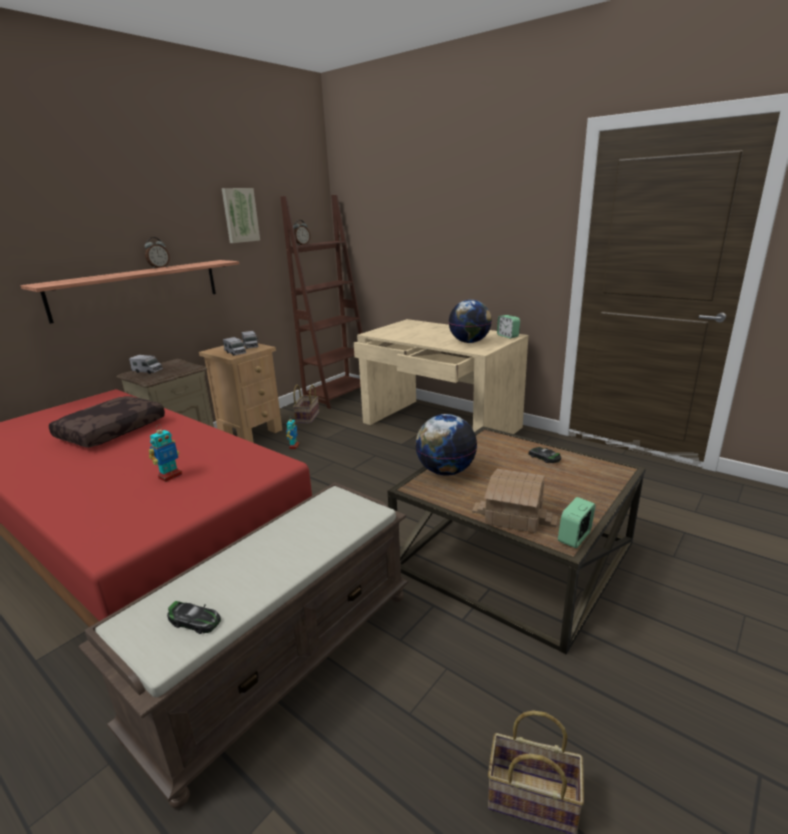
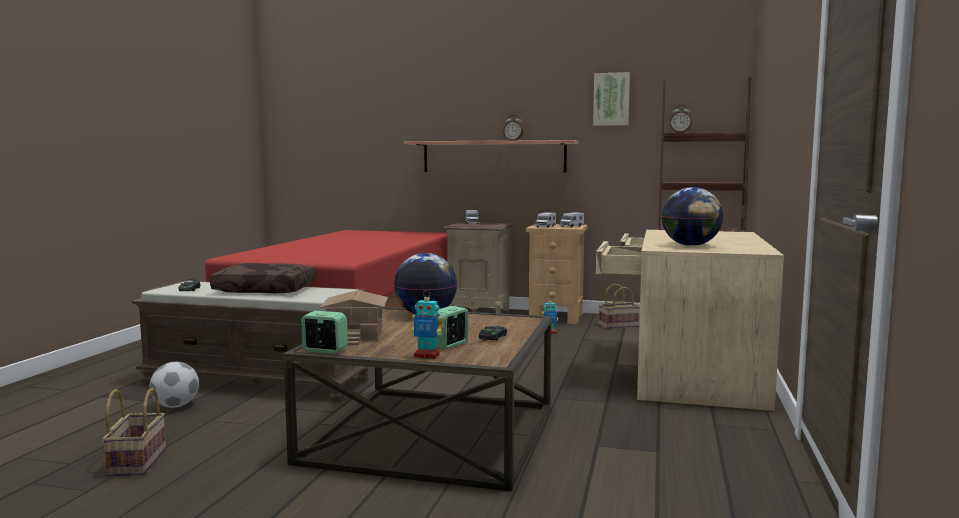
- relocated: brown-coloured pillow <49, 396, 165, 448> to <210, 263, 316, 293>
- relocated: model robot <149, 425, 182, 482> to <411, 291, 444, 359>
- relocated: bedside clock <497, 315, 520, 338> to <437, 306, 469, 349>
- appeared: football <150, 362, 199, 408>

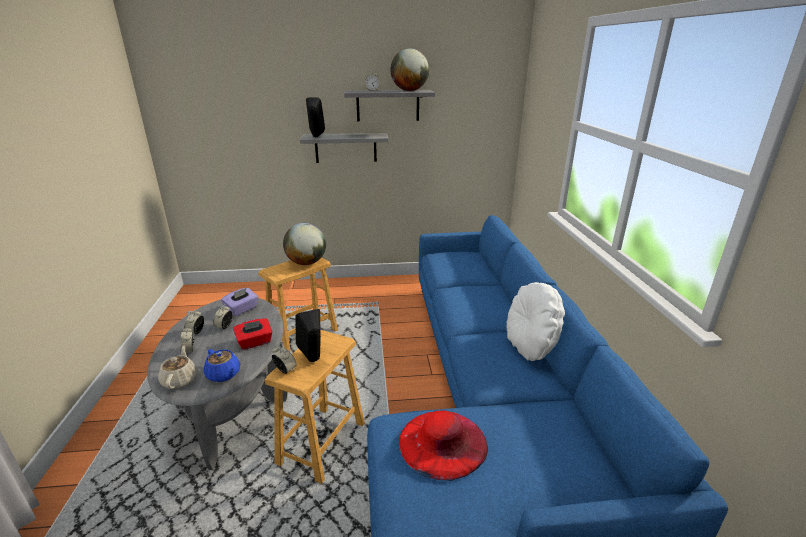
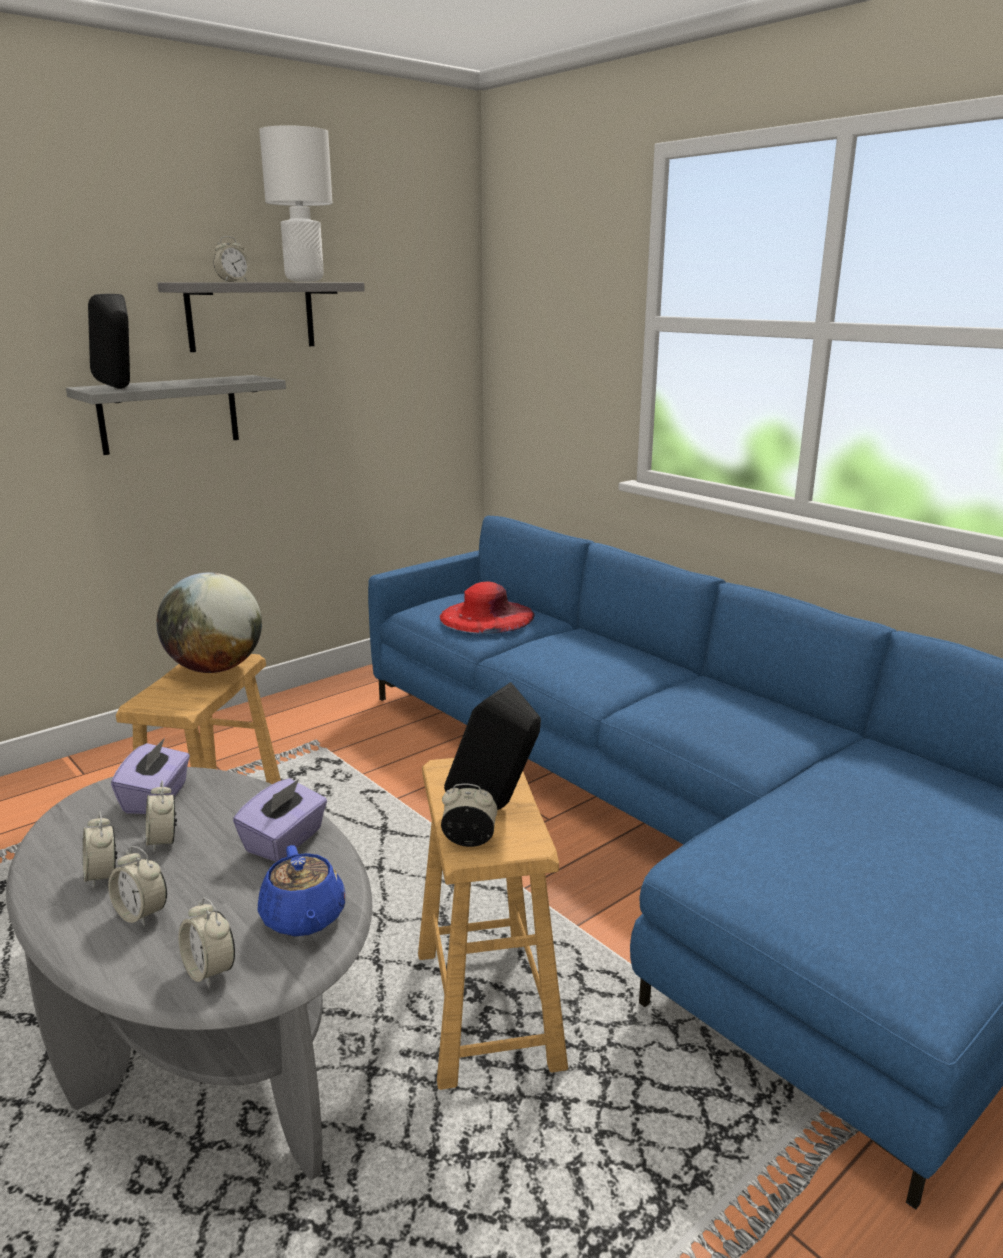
- exchanged: beige-coloured teapot <158, 345, 197, 389> to bedside clock <179, 897, 235, 988>
- spun: bluish teapot <203, 349, 240, 382> = <258, 845, 345, 936> 60 degrees clockwise
- colour: red tissue holder <233, 319, 272, 350> to purple-coloured tissue holder <233, 778, 327, 862>
- exchanged: globe <390, 48, 429, 91> to white-coloured table lamp <259, 125, 333, 282>
- relocated: red clothing hat <399, 411, 488, 481> to <440, 581, 535, 634>
- missing: white-coloured pillow <507, 282, 565, 361>

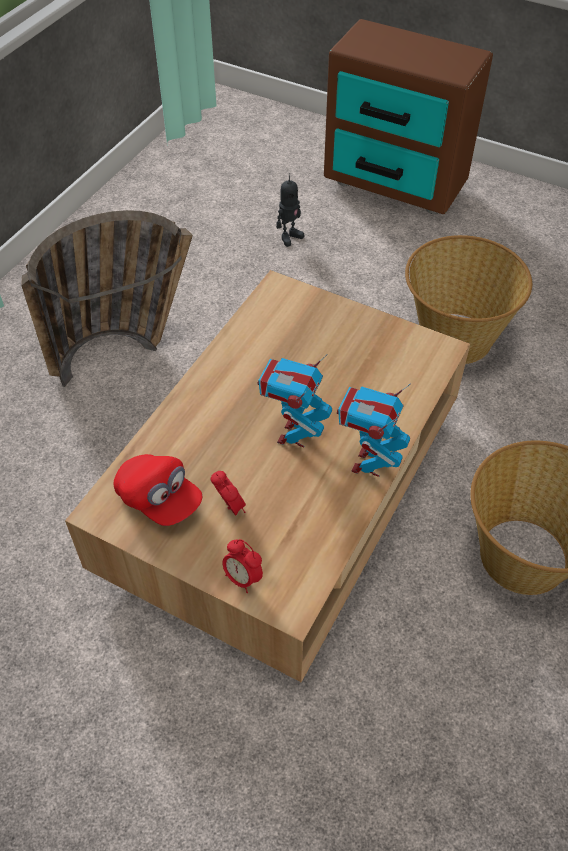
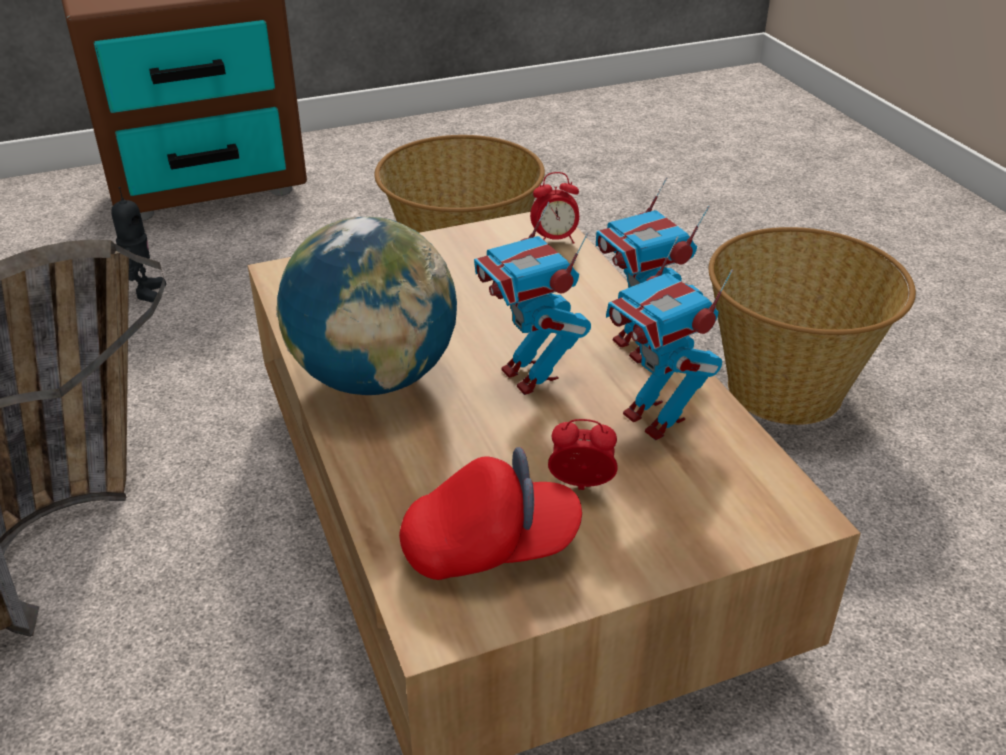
- relocated: bedside clock <222, 539, 263, 593> to <530, 172, 579, 244>
- appeared: globe <276, 216, 457, 395>
- appeared: model robot <606, 236, 733, 440>

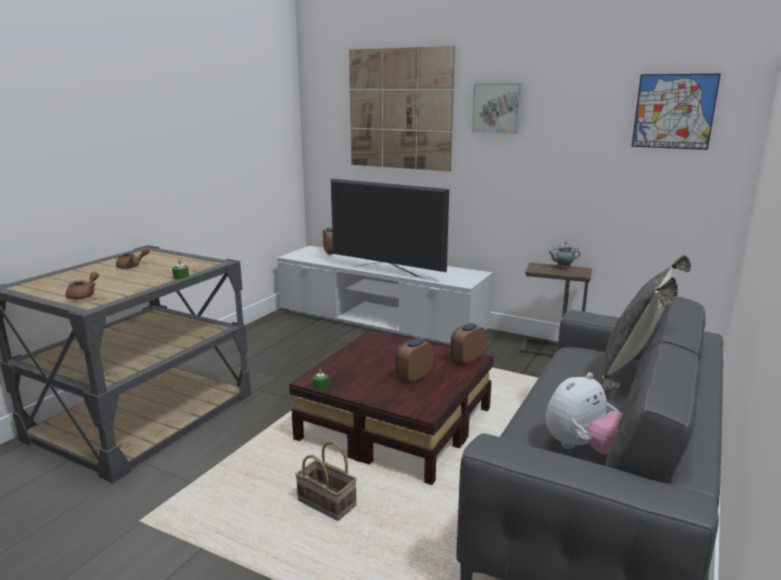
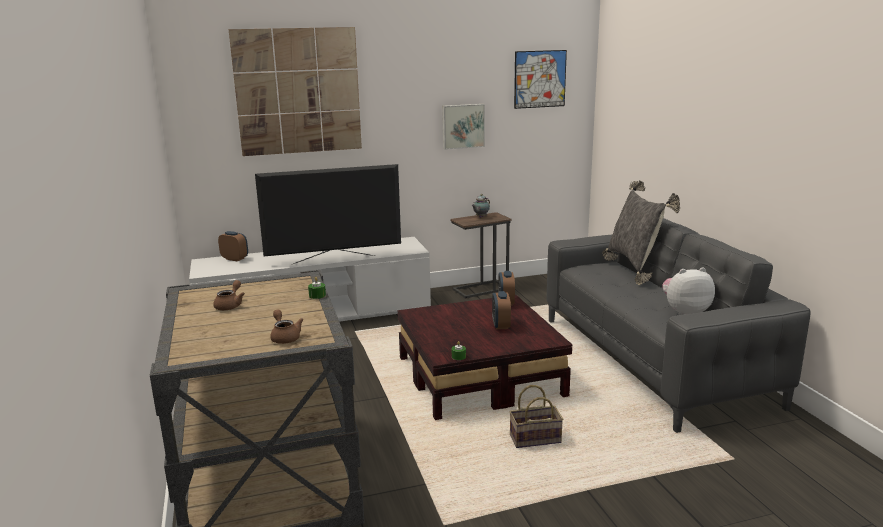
- relocated: picture <472, 84, 522, 134> to <442, 104, 485, 150>
- spun: cuddly toy <546, 372, 623, 454> = <662, 267, 715, 315> 105 degrees counterclockwise

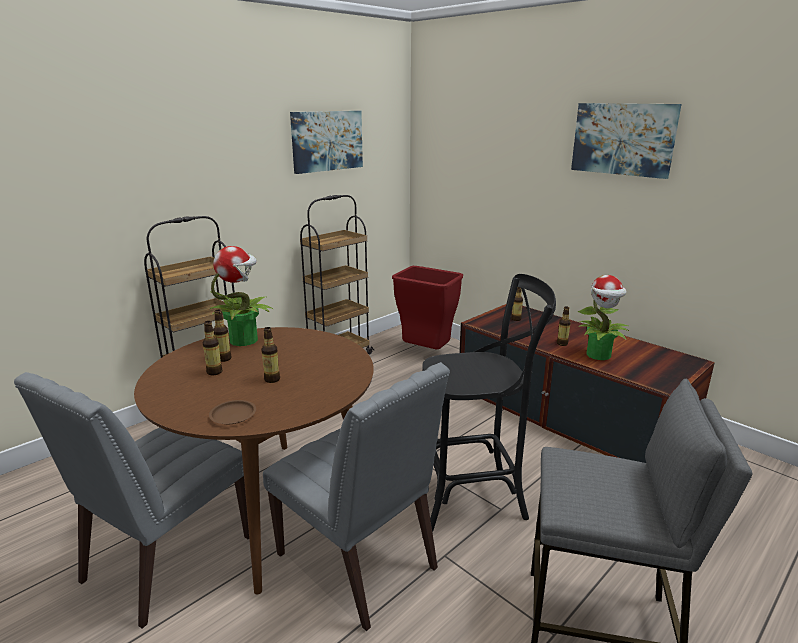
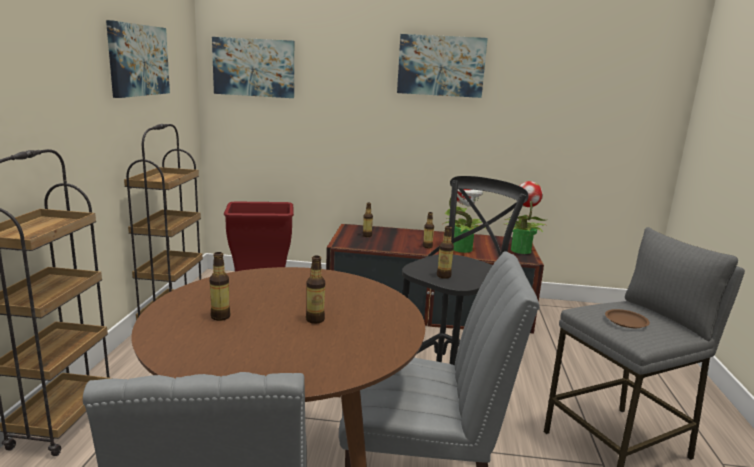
- relocated: bottle <203, 321, 223, 375> to <437, 226, 454, 279>
- relocated: brown-coloured dinner plate <209, 400, 256, 424> to <605, 309, 650, 328>
- relocated: houseplant <210, 246, 273, 346> to <505, 181, 545, 254>
- appeared: picture <212, 37, 294, 98>

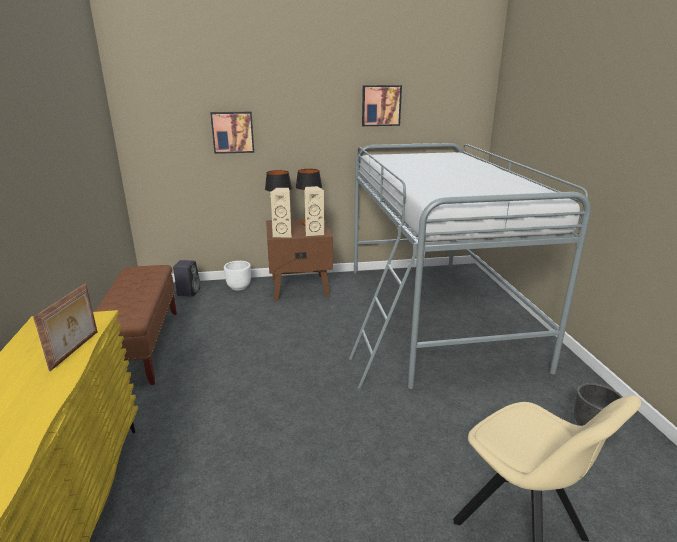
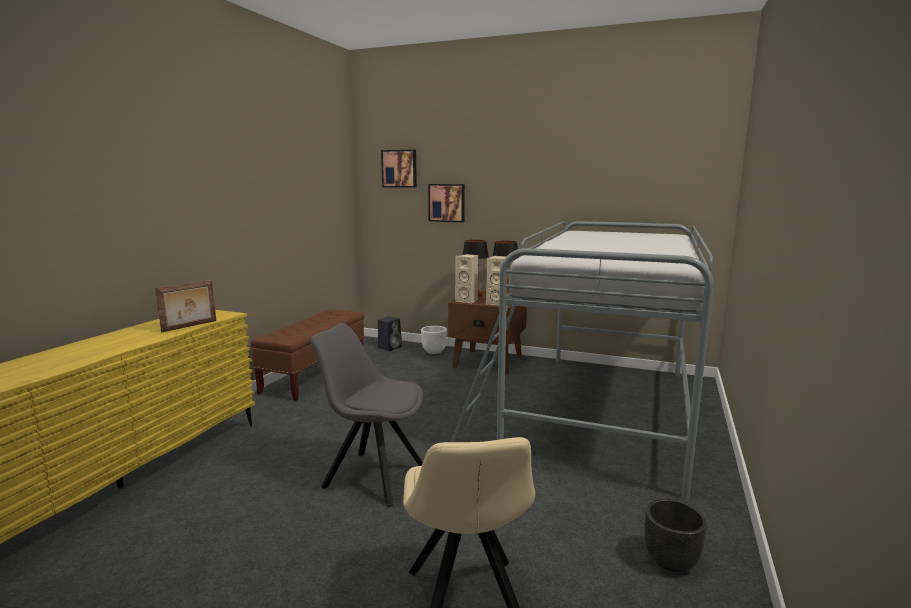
- relocated: picture <362, 85, 402, 126> to <381, 150, 417, 188>
- appeared: greyish upright chair <311, 323, 423, 507>

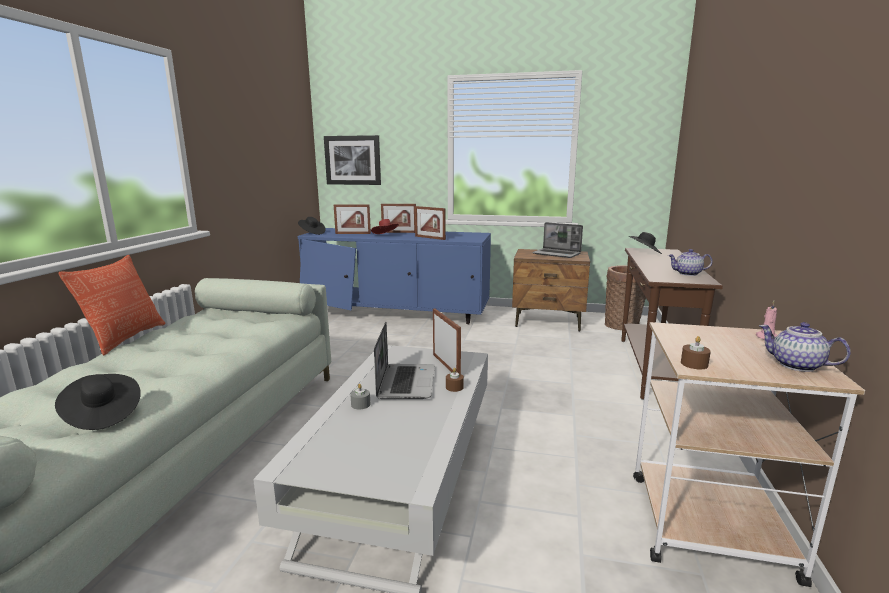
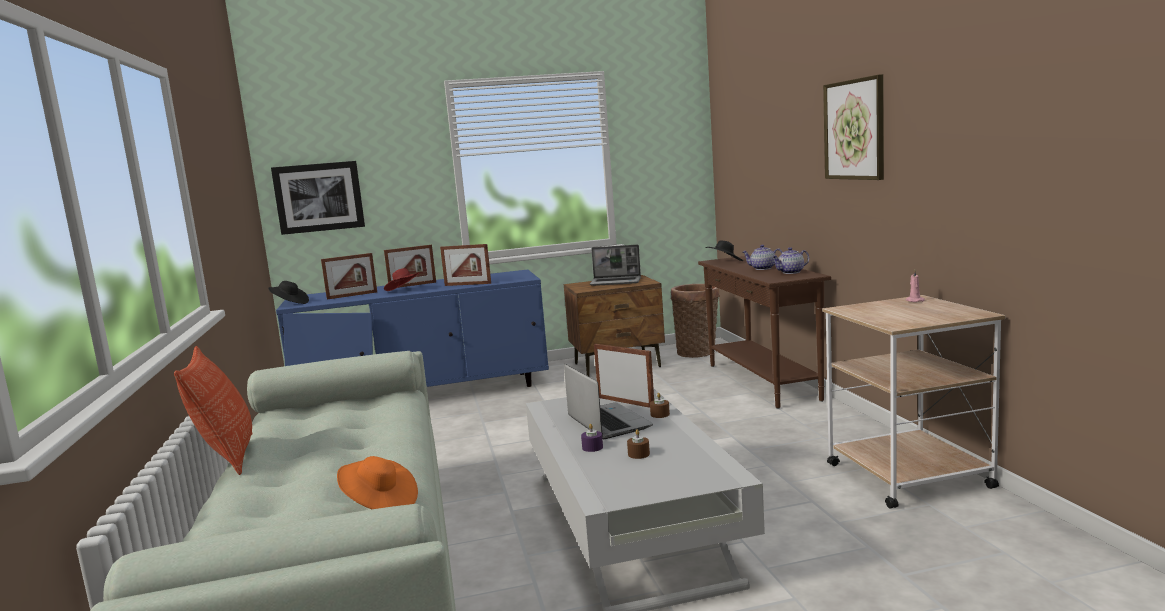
- colour: blackish clothing hat <55, 374, 141, 430> to orange clothing hat <337, 456, 418, 509>
- colour: greyish wax candle <350, 384, 370, 410> to purple-coloured wax candle <581, 424, 603, 452>
- relocated: brown-coloured wax candle <681, 336, 711, 369> to <627, 430, 650, 459>
- relocated: teapot <759, 322, 851, 372> to <743, 245, 782, 270>
- appeared: picture <823, 74, 884, 180>

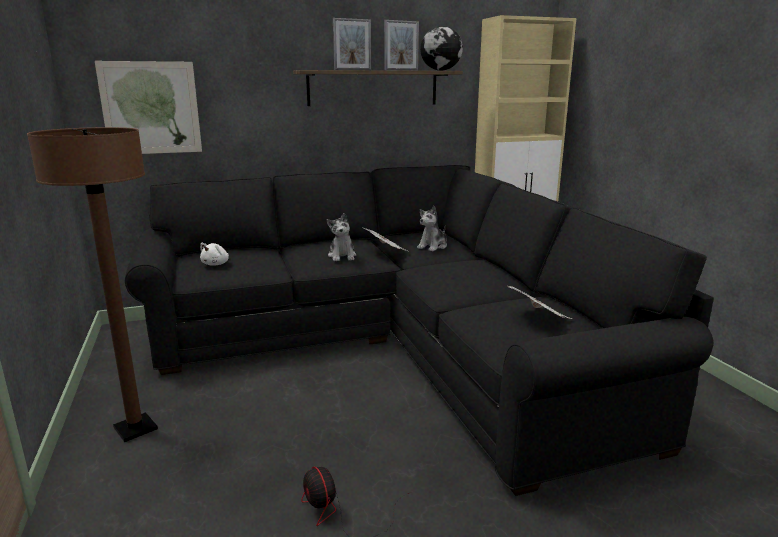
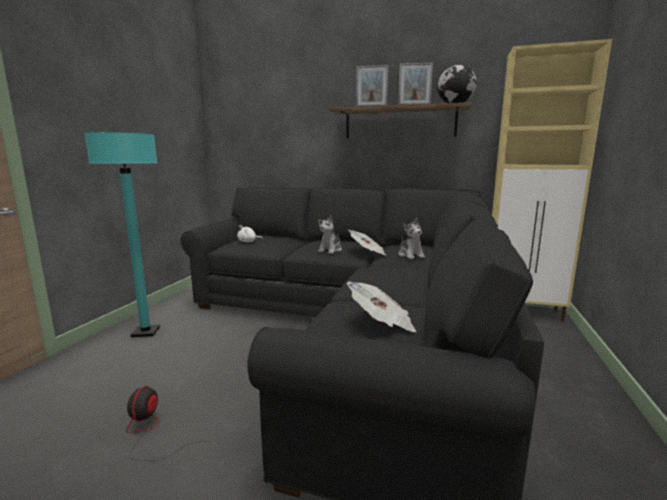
- colour: brown-coloured standing lamp <27, 127, 158, 442> to turquoise standing lamp <84, 132, 160, 337>
- missing: picture <95, 61, 202, 154>
- spun: cuddly toy <417, 206, 447, 252> = <398, 218, 425, 259> 90 degrees counterclockwise

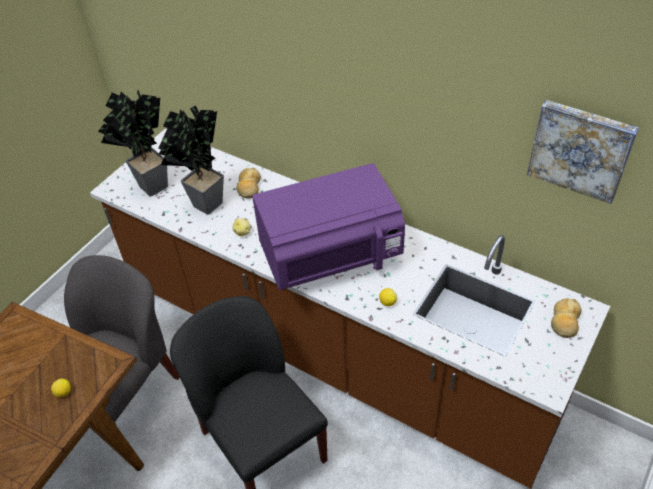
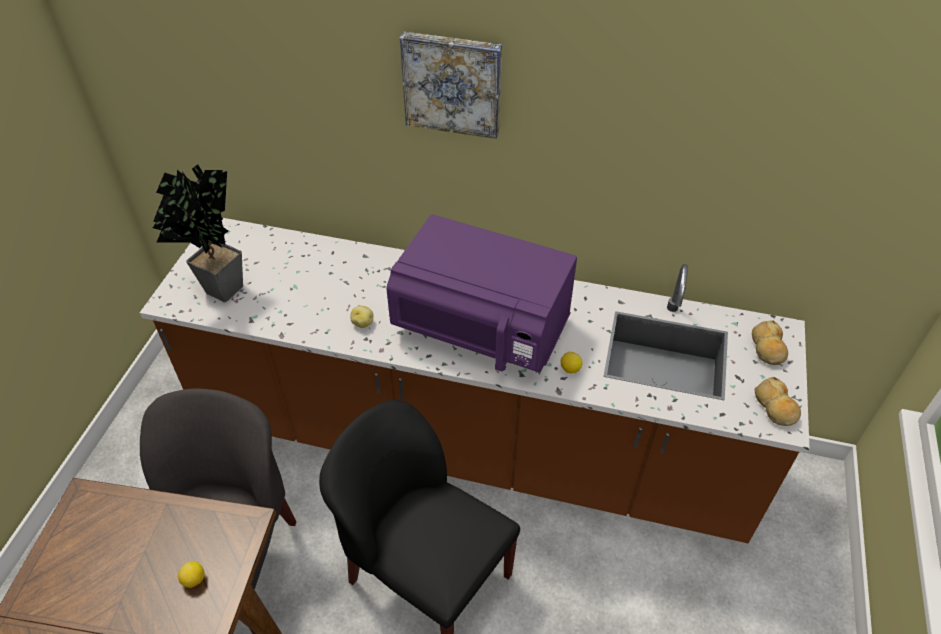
- missing: houseplant <158, 105, 224, 215>
- relocated: baked bread <237, 167, 261, 199> to <755, 377, 801, 426>
- spun: purple-coloured kitchen microwave <252, 163, 405, 290> = <386, 214, 577, 372> 60 degrees clockwise
- relocated: picture <527, 100, 639, 204> to <400, 32, 502, 139>

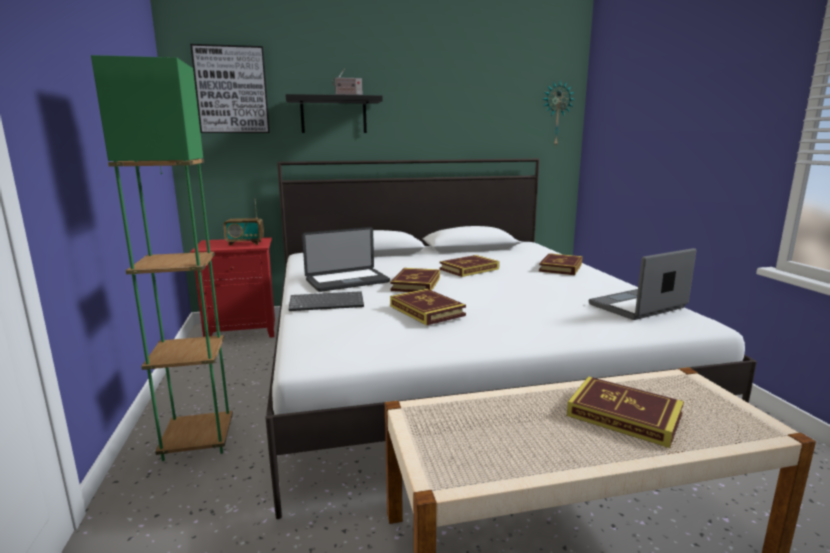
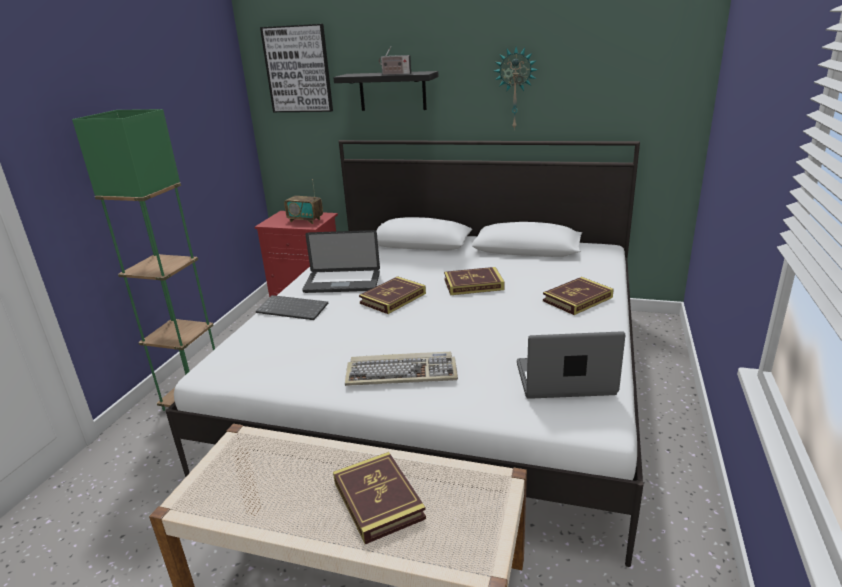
- missing: bound book <390, 289, 466, 325>
- relocated: clock on the wall <543, 80, 575, 148> to <494, 47, 538, 130>
- appeared: computer keyboard <345, 352, 458, 386>

